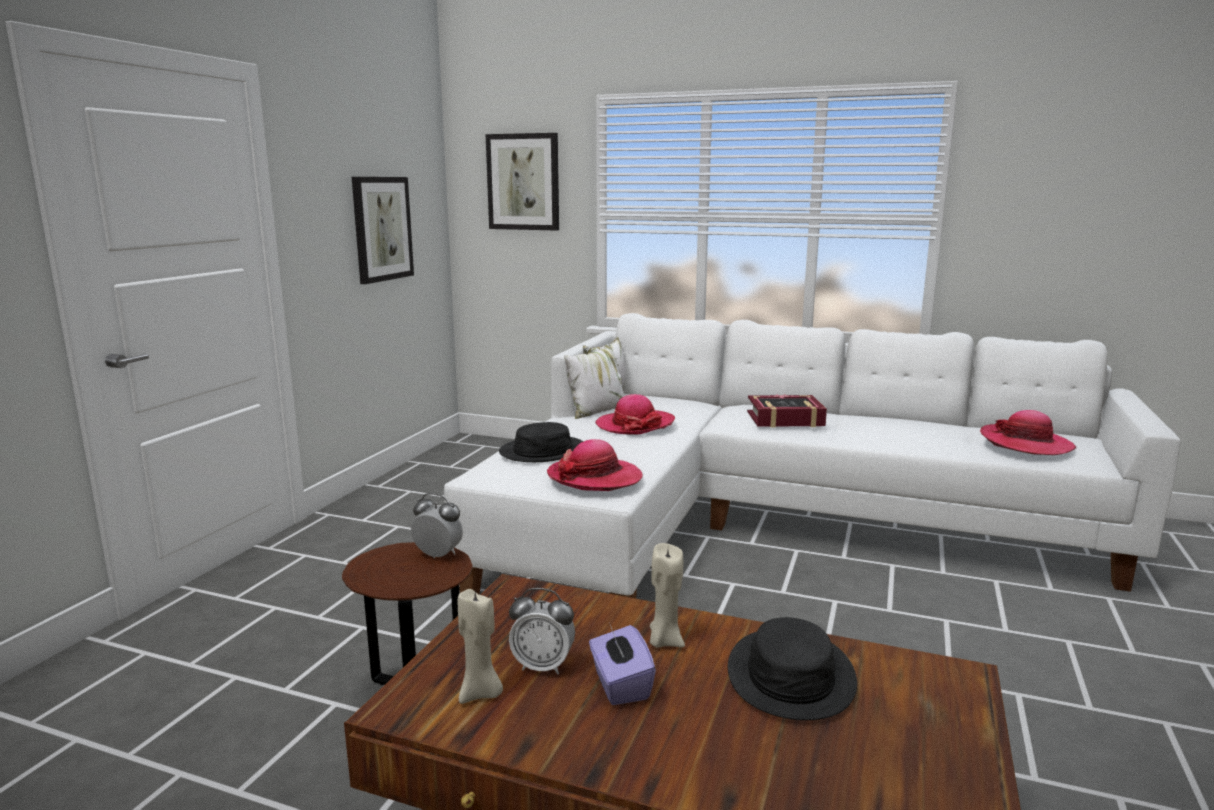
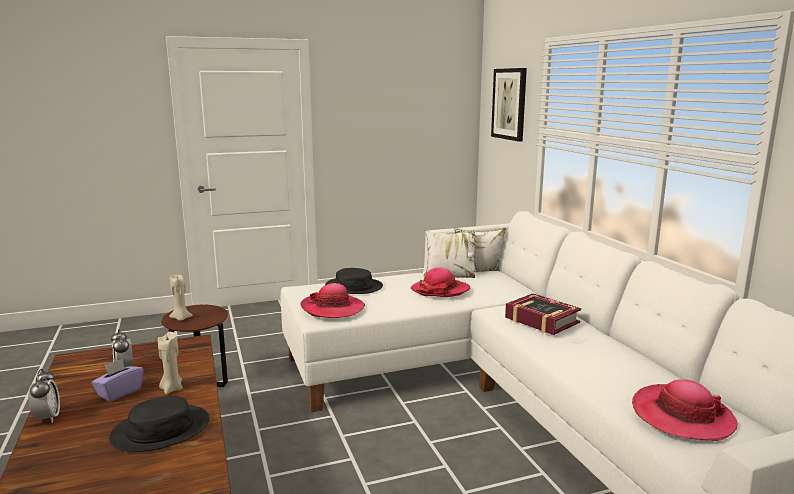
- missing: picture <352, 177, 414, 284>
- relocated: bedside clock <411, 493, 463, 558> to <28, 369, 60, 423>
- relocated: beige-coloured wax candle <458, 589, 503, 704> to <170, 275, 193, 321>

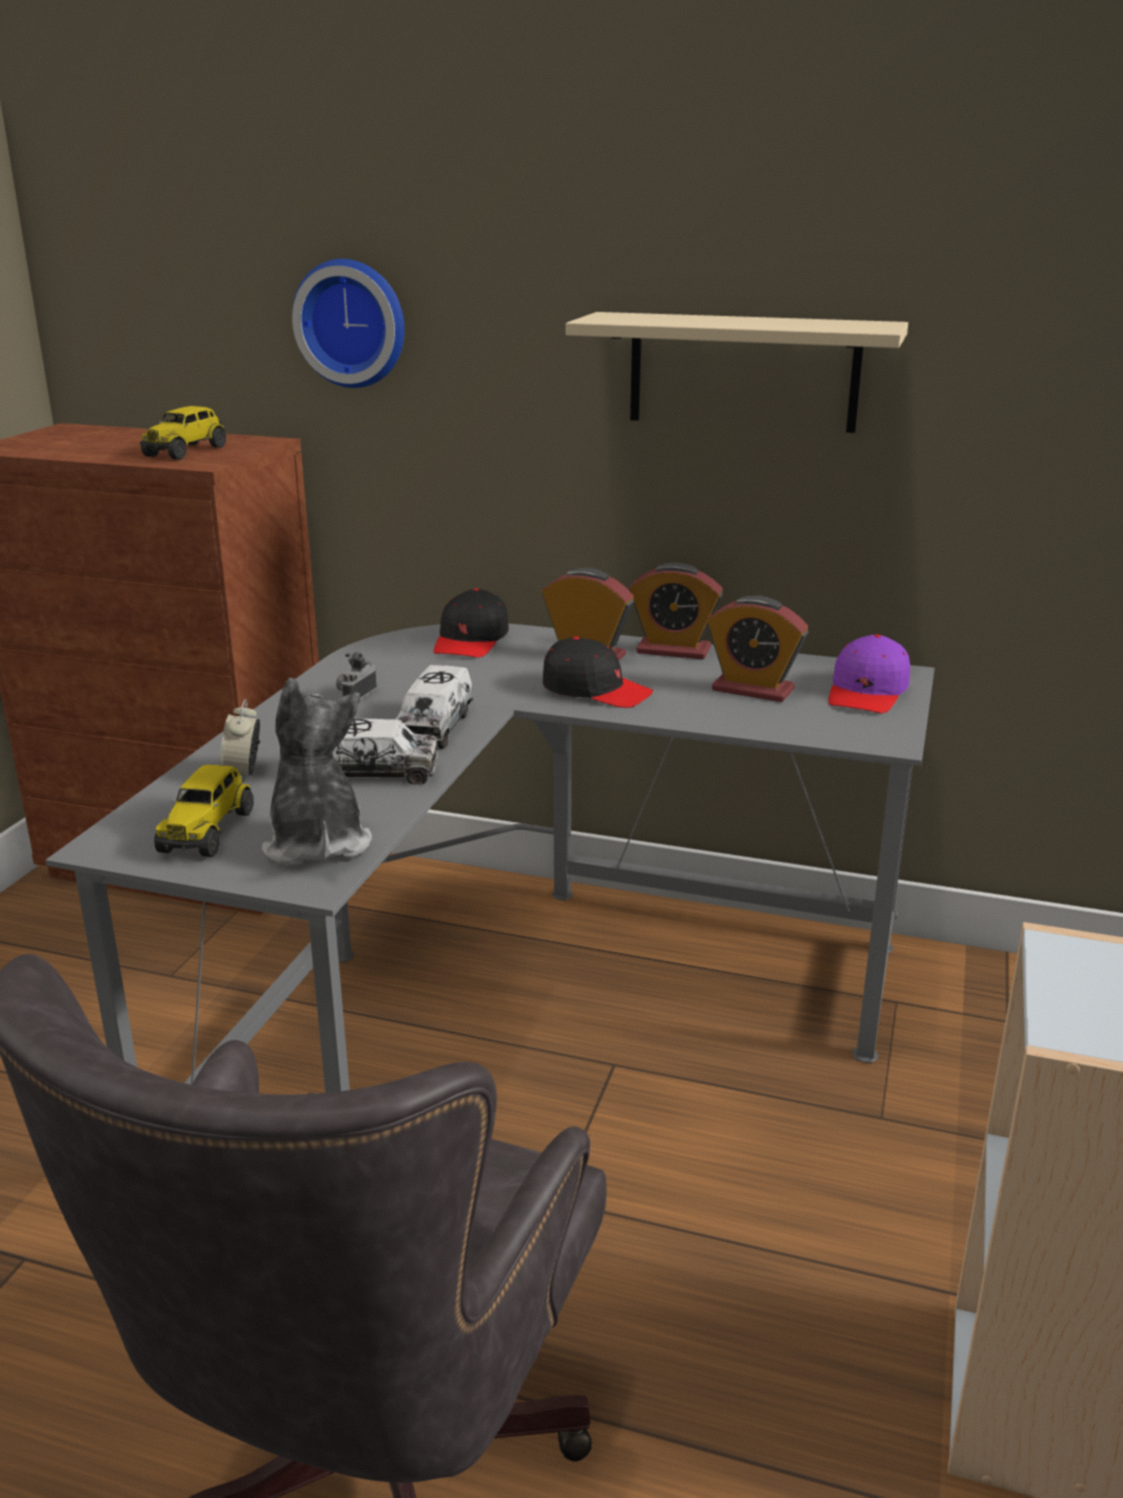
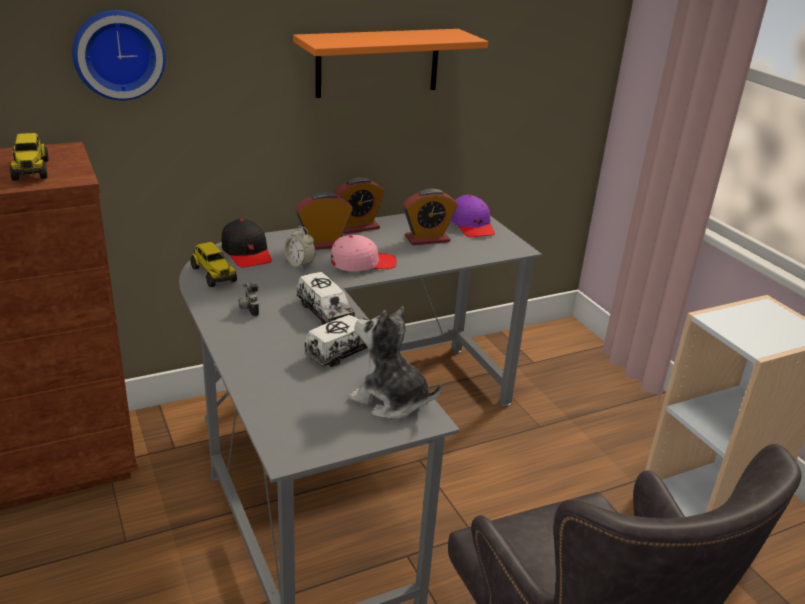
- relocated: toy truck <154, 764, 254, 857> to <190, 242, 237, 287>
- relocated: bedside clock <220, 699, 260, 775> to <284, 226, 316, 270>
- colour: blackish cap <543, 637, 653, 708> to pinkish cap <331, 235, 397, 271>
- colour: beige-coloured wall shelf <566, 312, 908, 433> to orange wall shelf <293, 29, 488, 98>

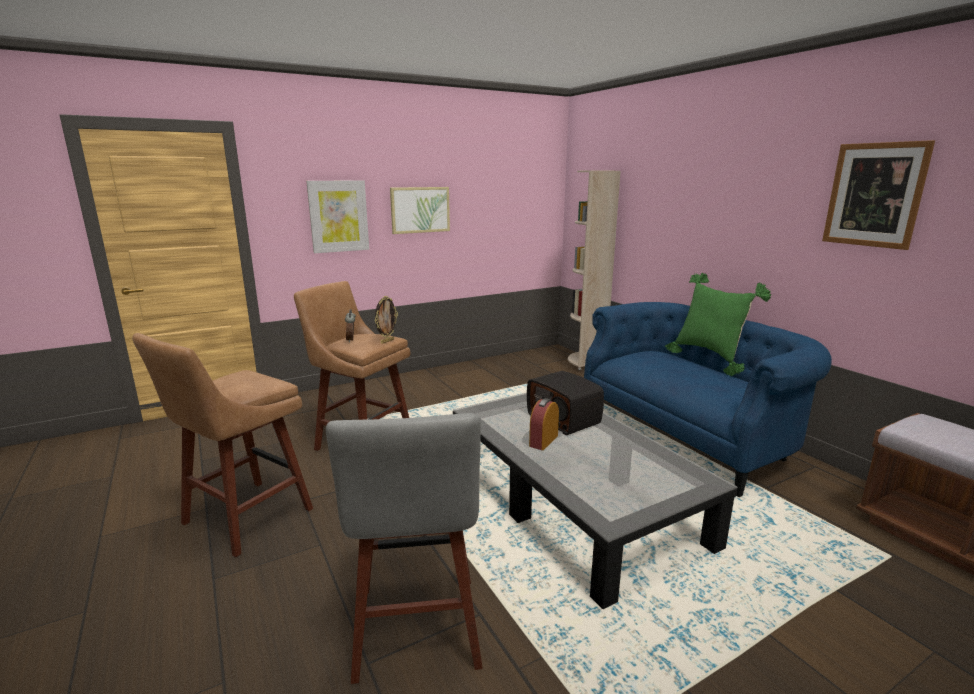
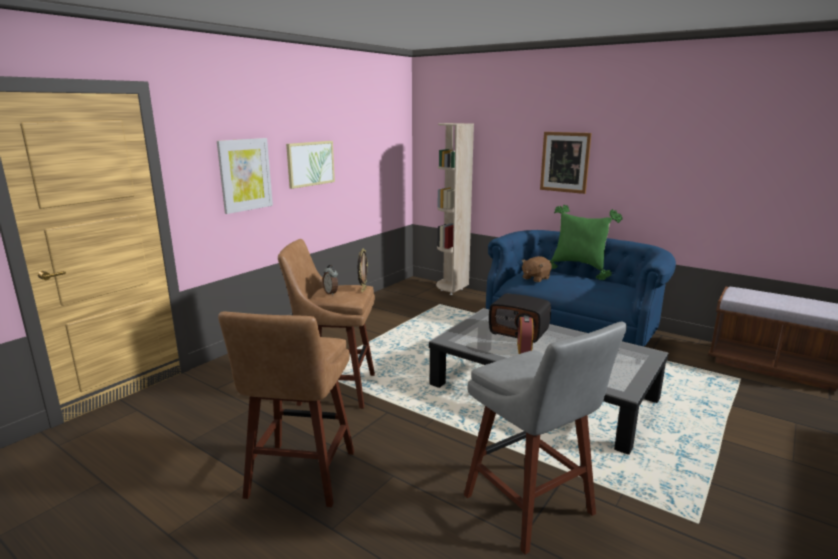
- relocated: picture <822, 140, 935, 250> to <540, 132, 592, 194>
- appeared: brown-coloured cuddly toy <522, 256, 552, 282>

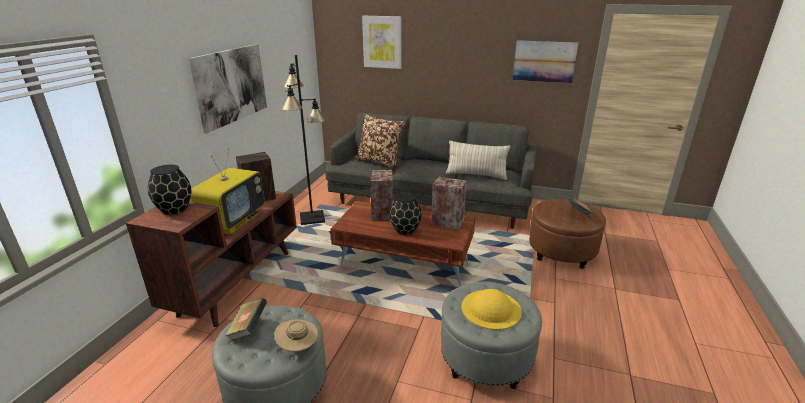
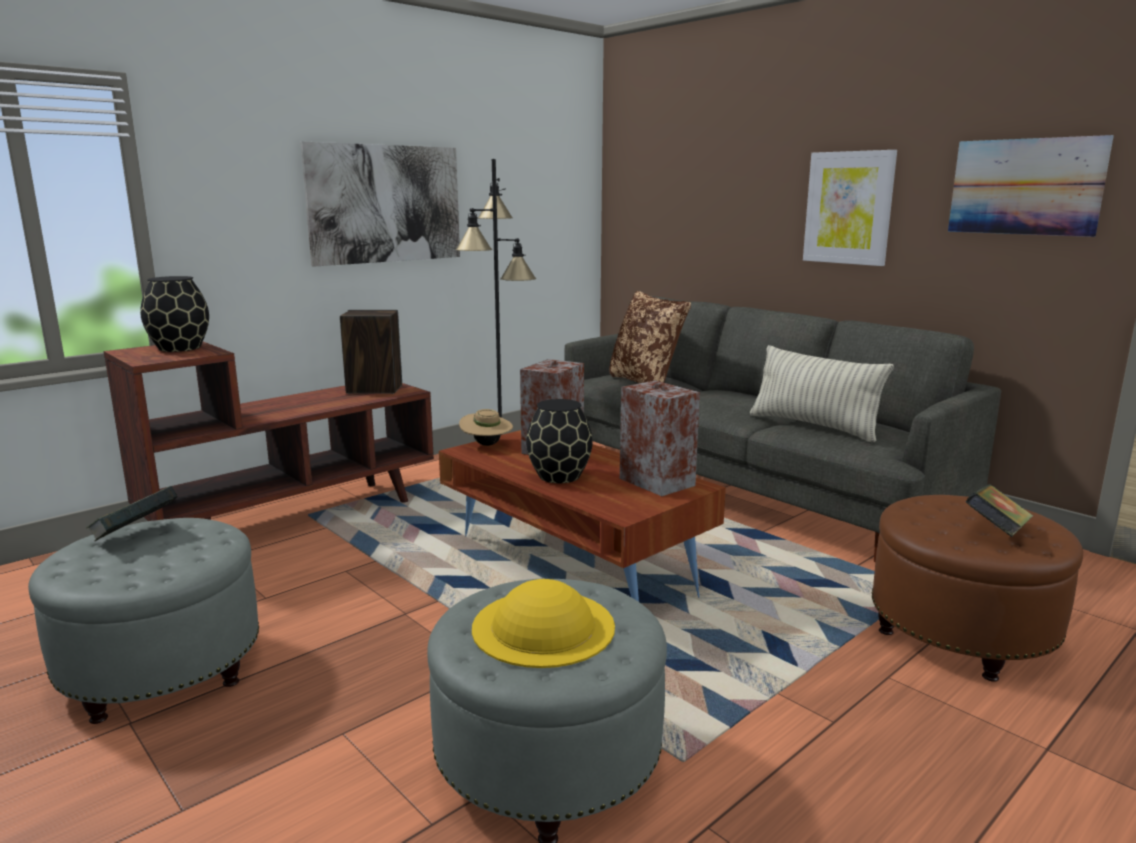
- missing: television <190, 148, 265, 234>
- relocated: beige-coloured clothing hat <274, 319, 318, 352> to <459, 409, 513, 446>
- relocated: picture <362, 16, 402, 69> to <803, 150, 897, 266>

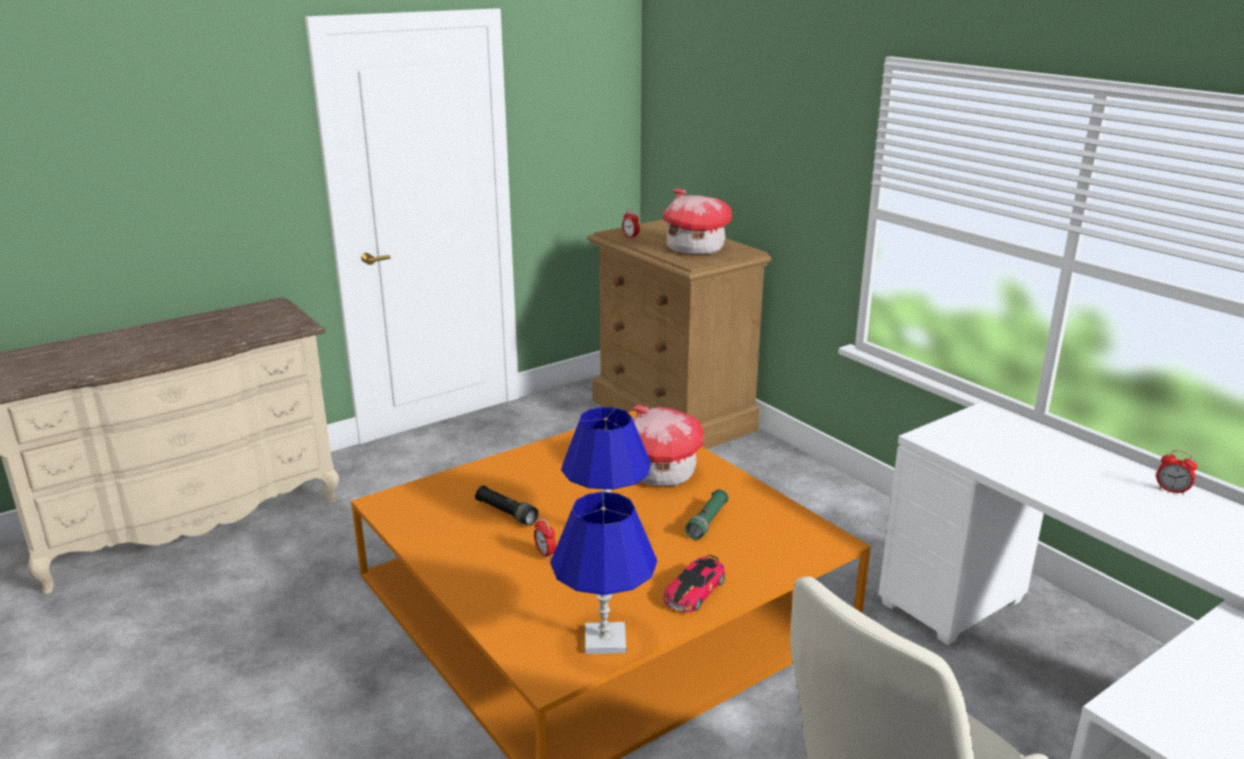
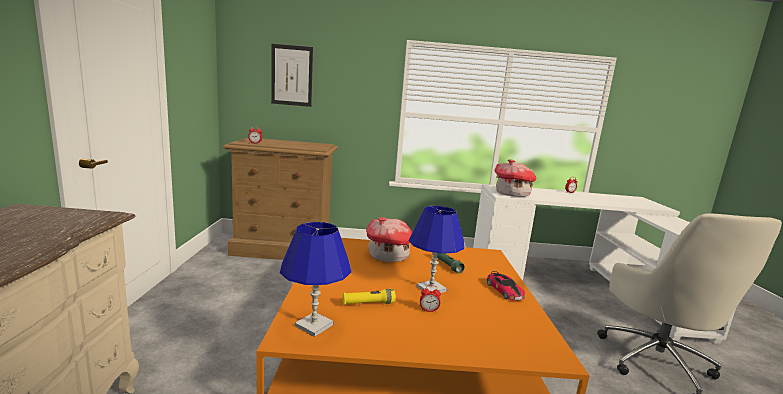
- colour: blackish torch <475, 485, 539, 526> to yellowish torch <343, 289, 396, 305>
- relocated: bluish table lamp <550, 492, 657, 654> to <280, 222, 351, 337>
- relocated: miniature house <663, 188, 732, 254> to <494, 159, 537, 197>
- appeared: picture <271, 44, 313, 107>

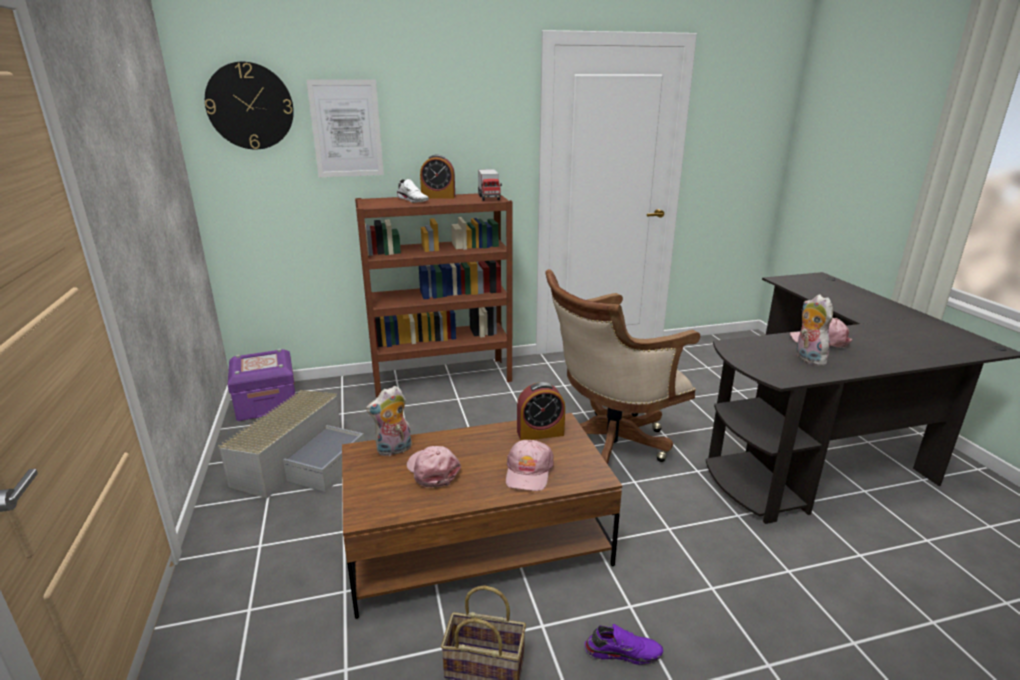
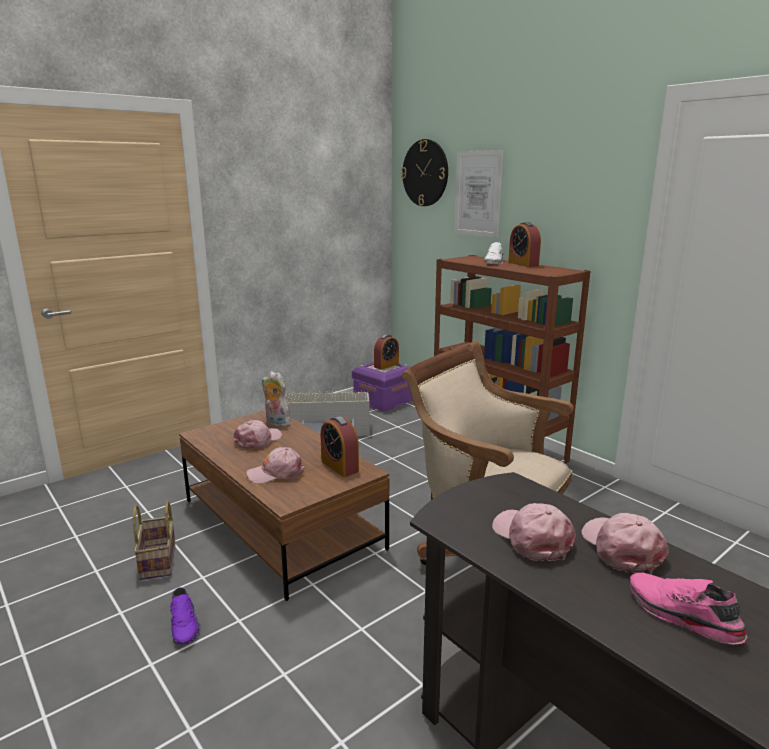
- missing: toy truck <478, 169, 502, 201>
- exchanged: cuddly toy <797, 295, 833, 366> to pinkish cap <492, 503, 576, 561>
- appeared: bedside clock <374, 334, 399, 370>
- appeared: pinkish item of footwear <630, 573, 747, 644>

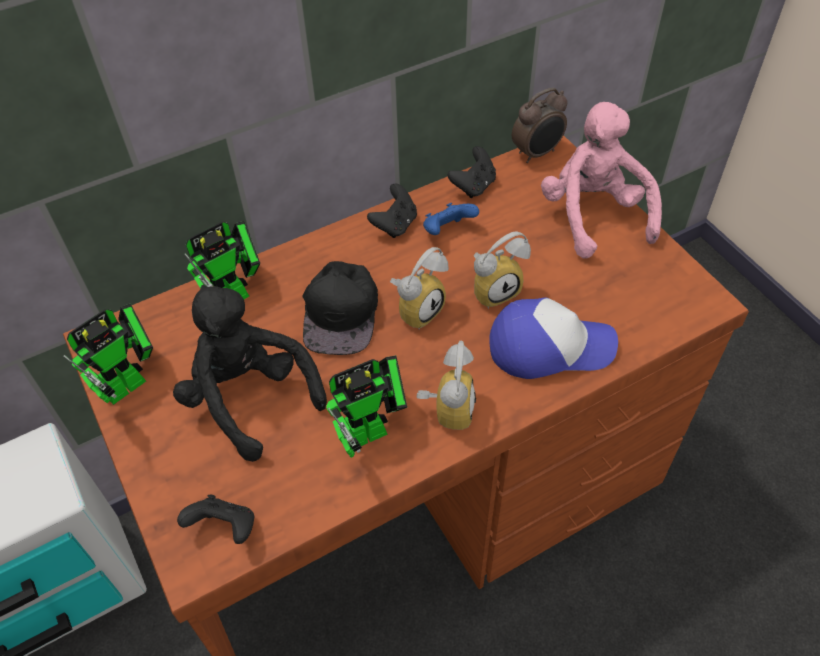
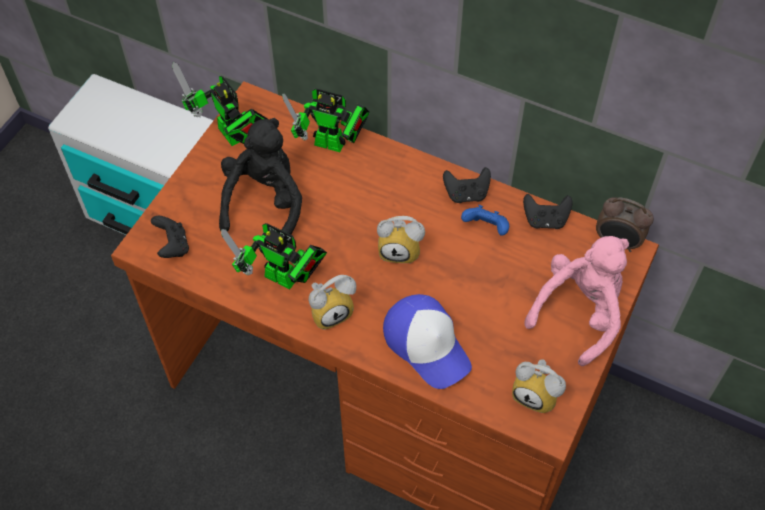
- spun: model robot <63, 303, 153, 405> = <172, 62, 268, 146> 45 degrees clockwise
- missing: blackish cap <303, 261, 378, 355>
- relocated: bedside clock <474, 231, 531, 309> to <512, 359, 566, 413>

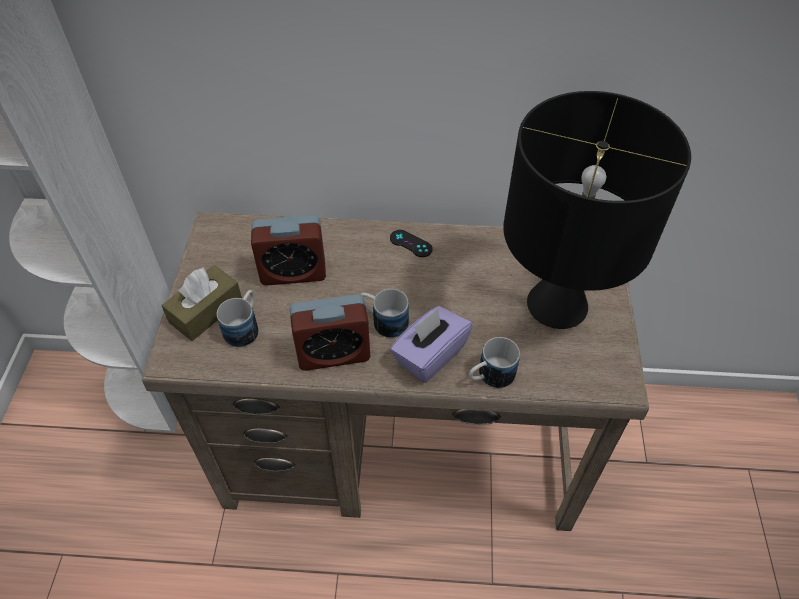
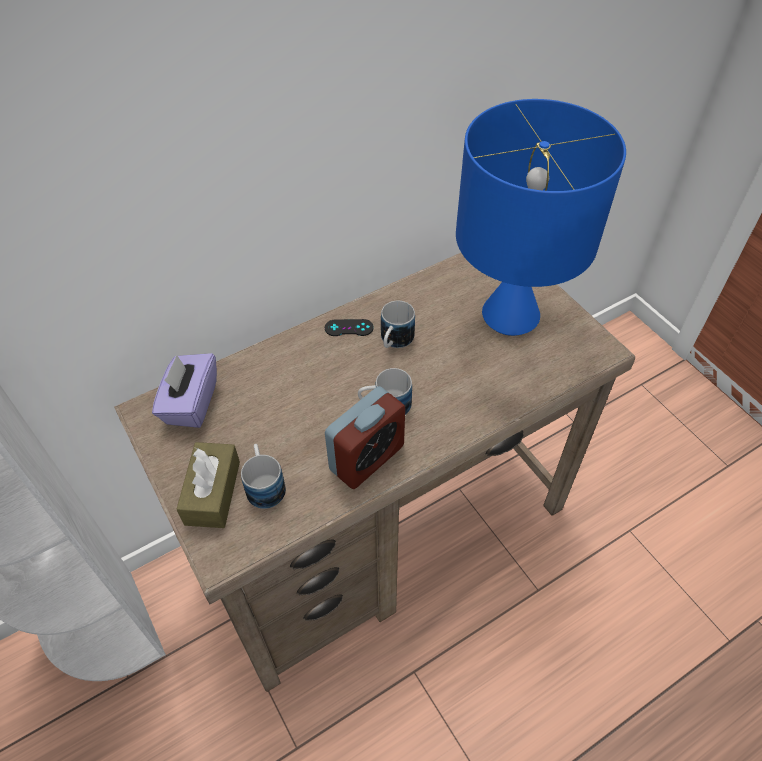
- missing: bedside clock <251, 215, 326, 286>
- relocated: purple-coloured tissue holder <390, 306, 473, 383> to <152, 353, 217, 428>
- relocated: tea mug <469, 337, 520, 388> to <381, 301, 415, 348>
- colour: blackish table lamp <503, 91, 691, 329> to bluish table lamp <456, 99, 626, 336>

